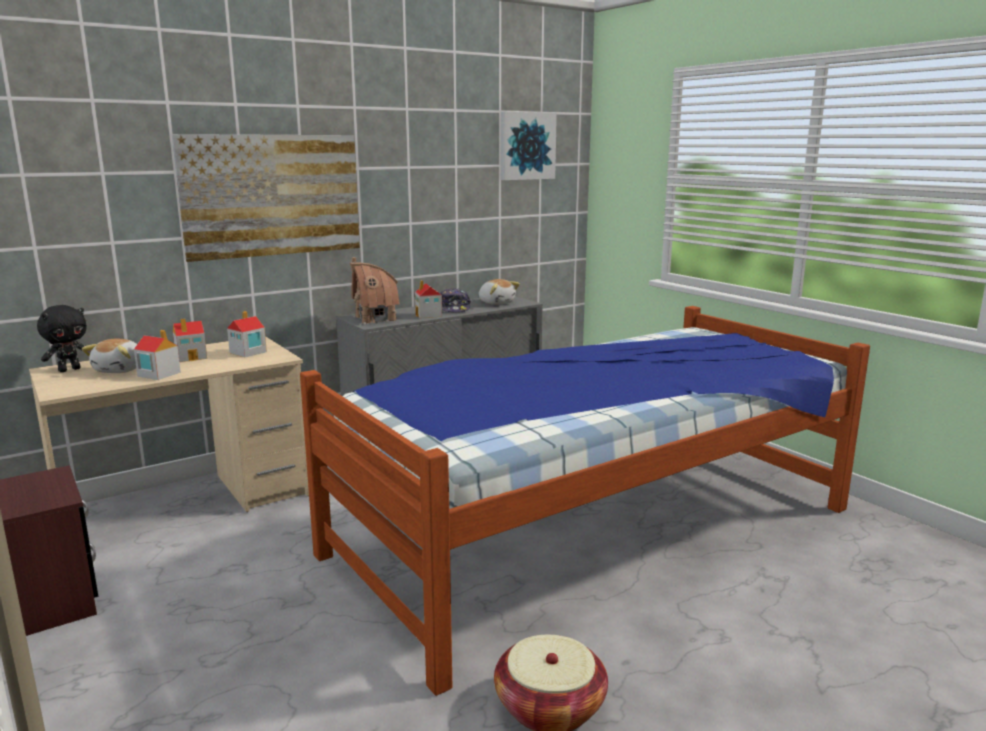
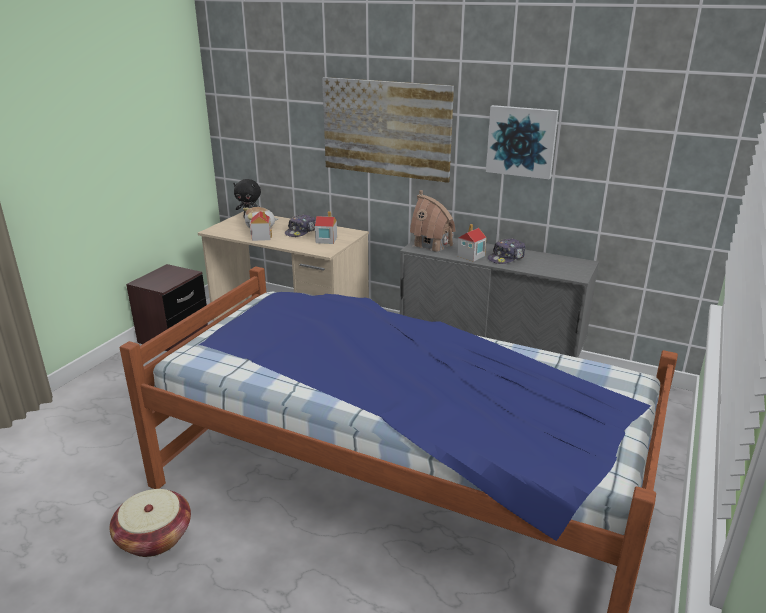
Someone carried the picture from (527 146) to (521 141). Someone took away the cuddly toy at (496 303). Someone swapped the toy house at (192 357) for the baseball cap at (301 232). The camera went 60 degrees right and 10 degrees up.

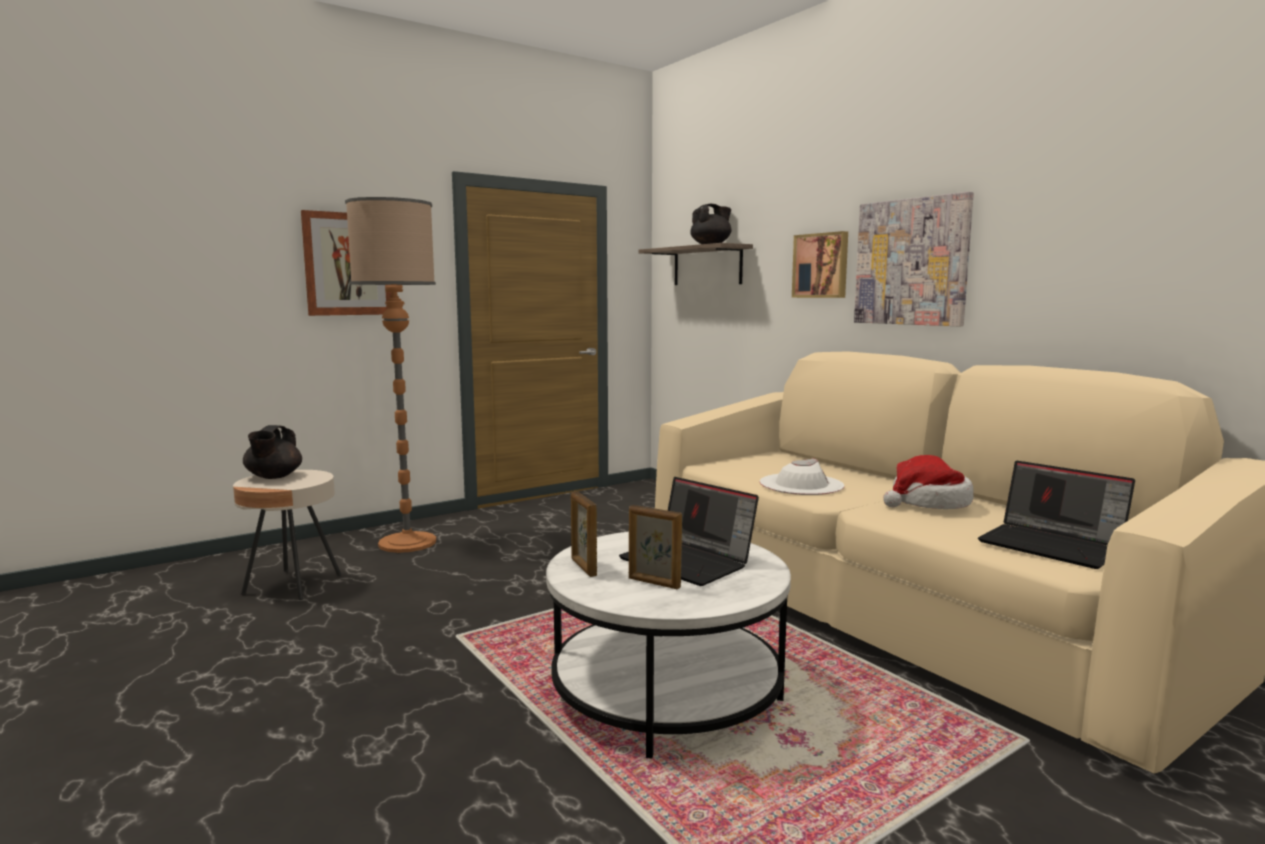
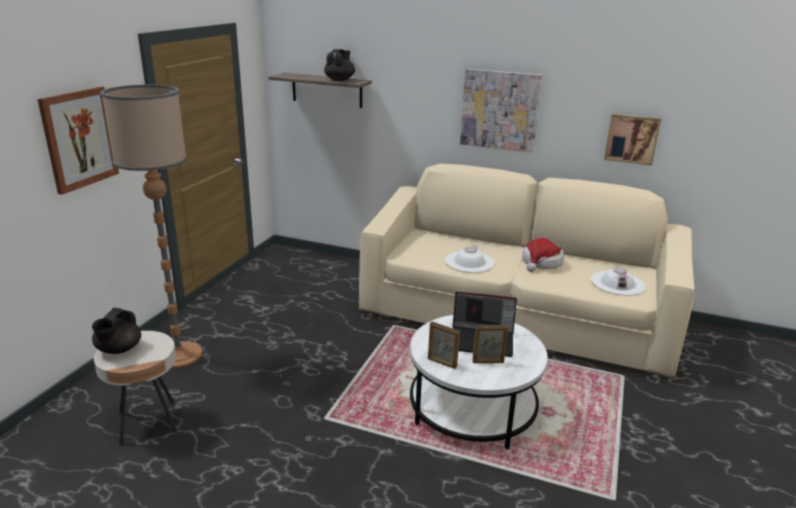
Someone carried the picture from (821 265) to (632 138). Someone rotated the black pot for tea at (273 477) by 45 degrees clockwise. Someone swapped the portable computer at (1053 545) for the whitish clothing hat at (617 283). The camera went 35 degrees left and 15 degrees up.

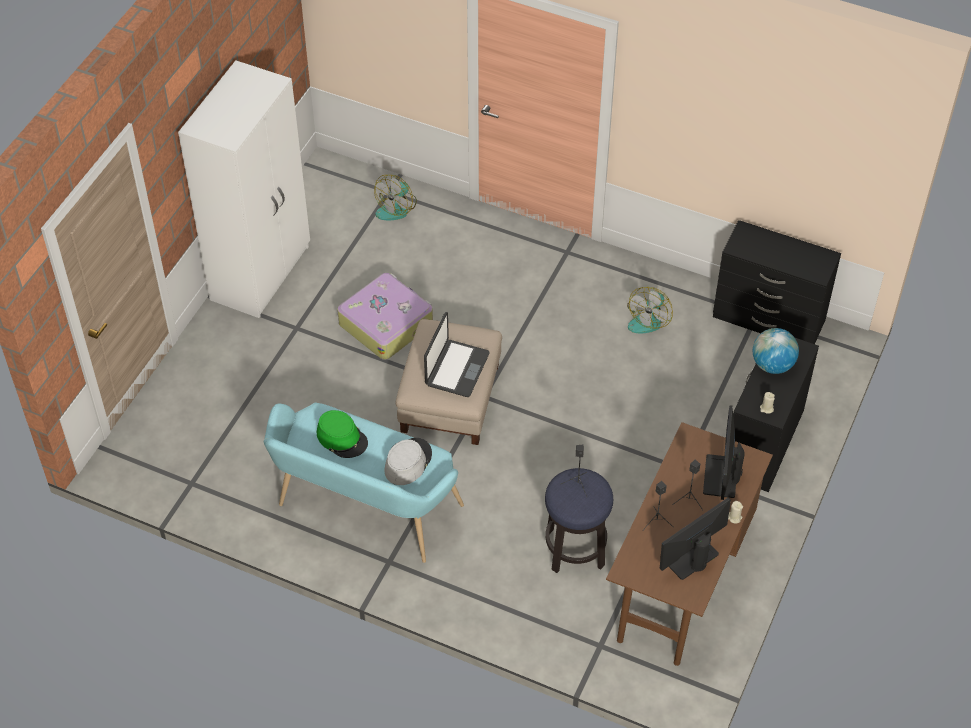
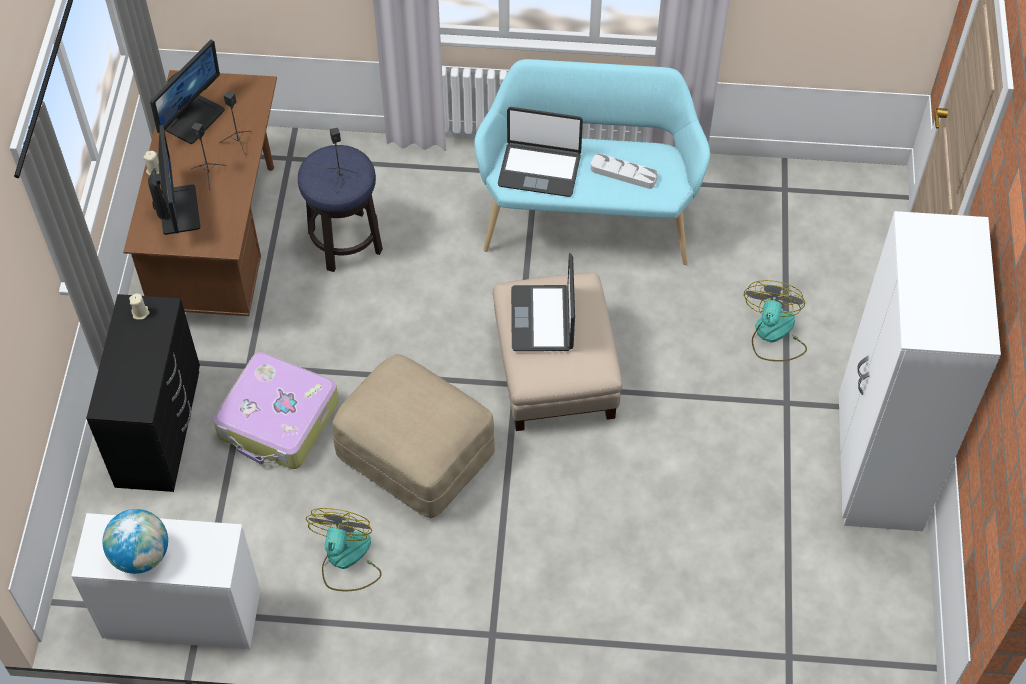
Someone carried the cooling fan from (397 207) to (773 335). Someone repainted the black dresser at (769 319), which became the whitish dresser at (181 612). Someone carried the suitcase from (386 323) to (279 421). Someone carried the desk globe from (772 365) to (141 555). Someone swapped the greenish clothing hat at (342 438) for the grey serving tray at (623 173). Someone swapped the grey clothing hat at (407 462) for the portable computer at (539 169). Someone put down the sand-coloured ottoman at (414 454). The camera went 160 degrees right and 5 degrees up.

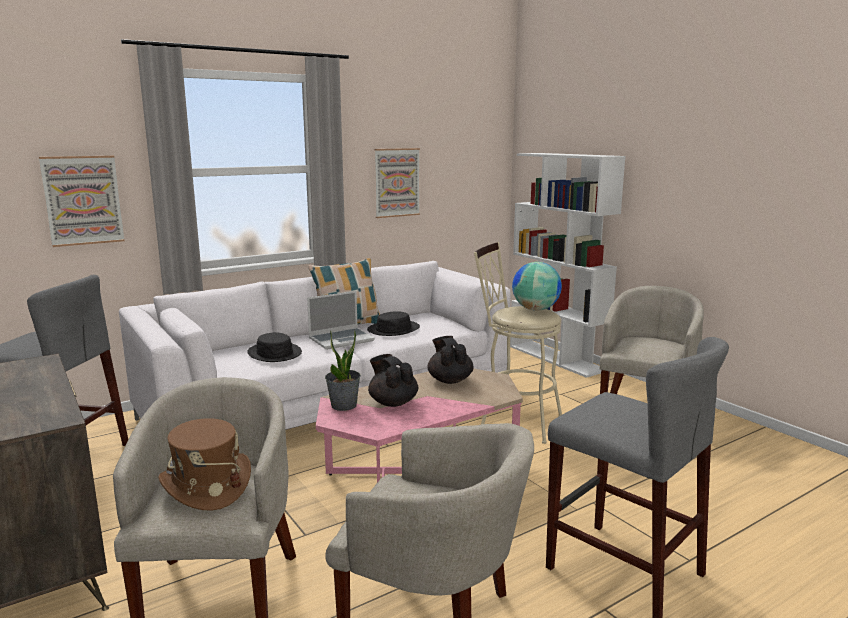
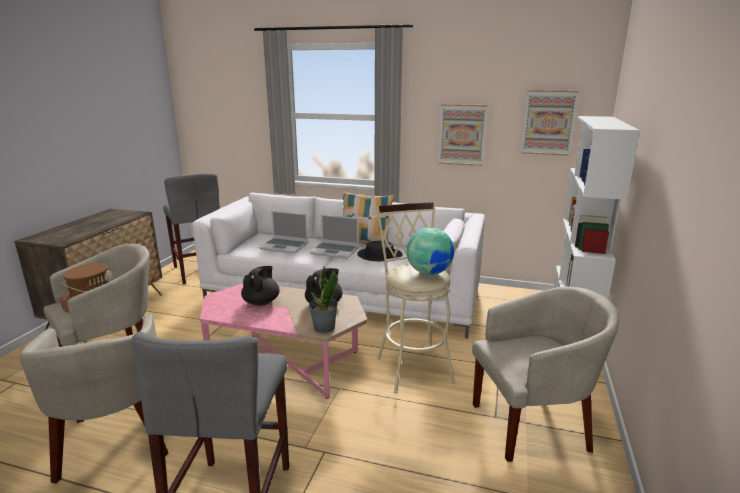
Someone carried the picture from (83 200) to (548 122). Someone carried the houseplant from (344 405) to (324 327). Someone swapped the black clothing hat at (275 353) for the portable computer at (285 246). The camera went 50 degrees right and 5 degrees up.

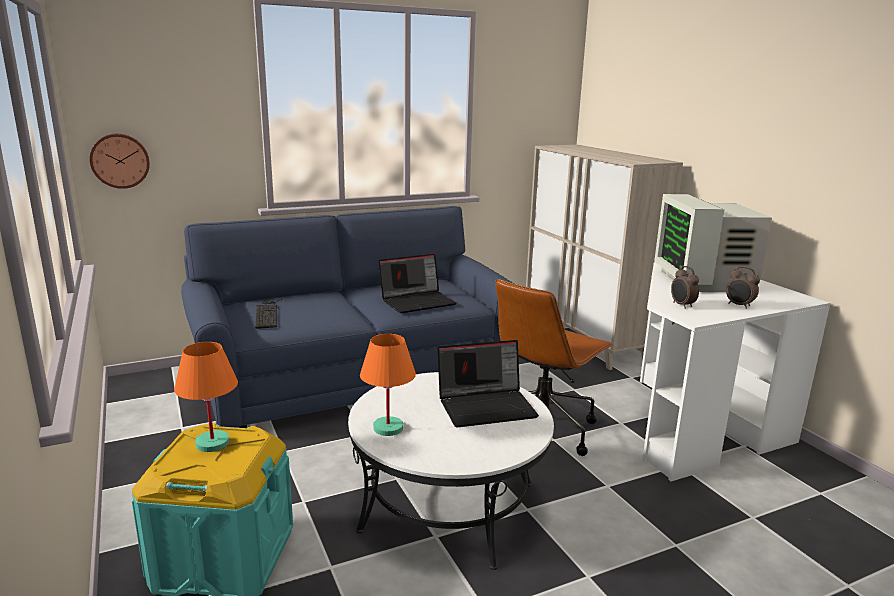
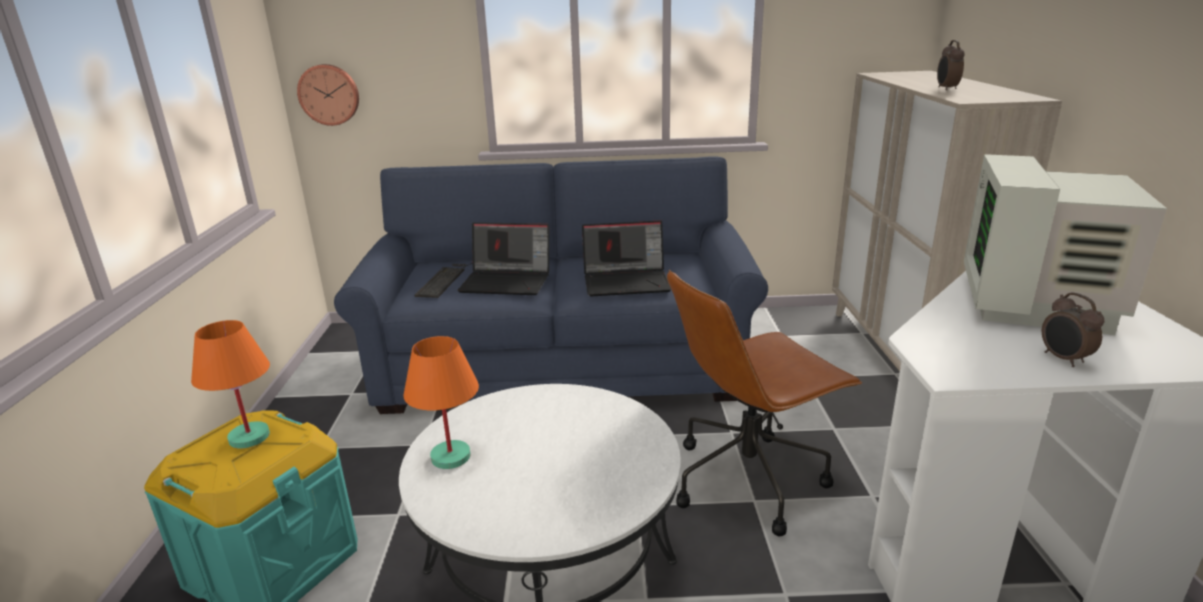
Someone carried the alarm clock from (682 305) to (946 89). Someone carried the portable computer from (487 406) to (507 282). The camera went 25 degrees right and 5 degrees up.

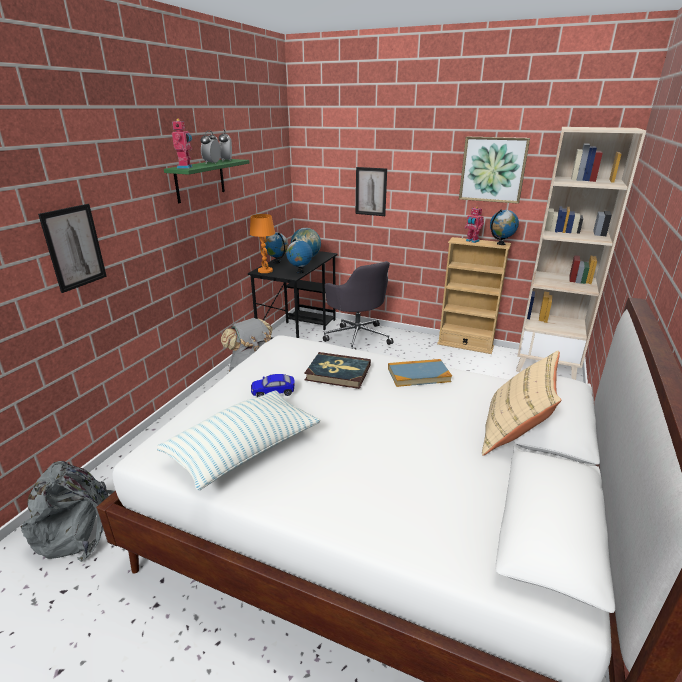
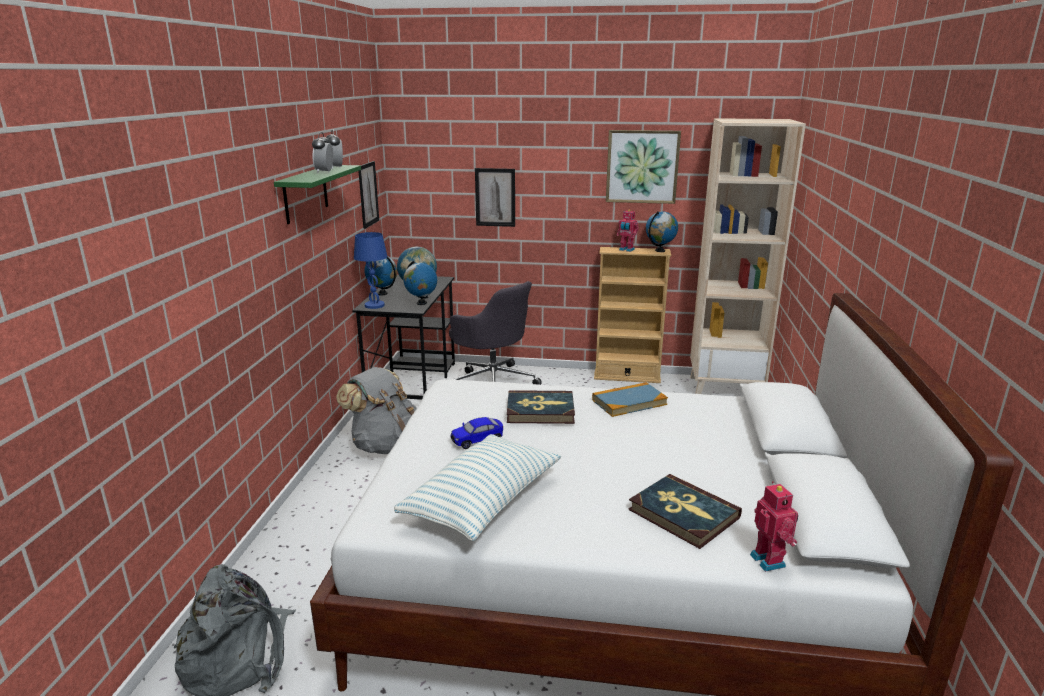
Someone carried the model robot from (186 167) to (769 560). Someone carried the picture from (74 247) to (368 194). Someone repainted the orangey table lamp at (265 271), which became the blue table lamp at (374 305). Someone took away the sand-coloured pillow at (514 433). Someone put down the volume at (683 514). The camera went 15 degrees left and 5 degrees down.

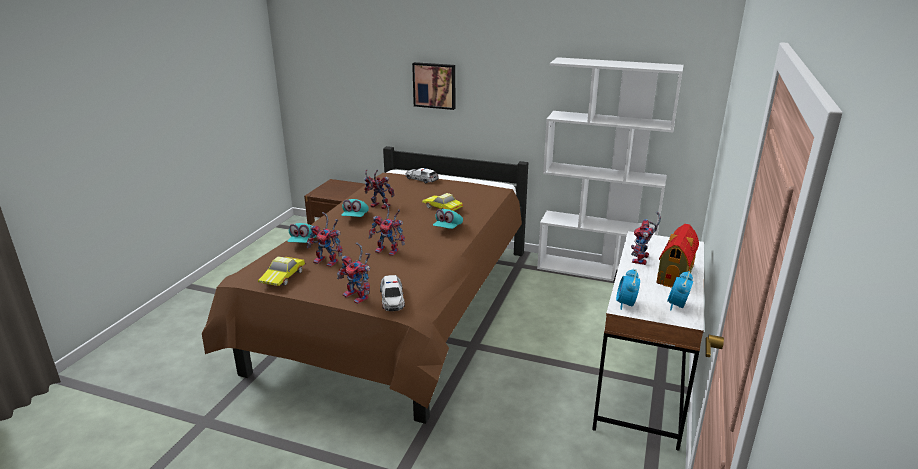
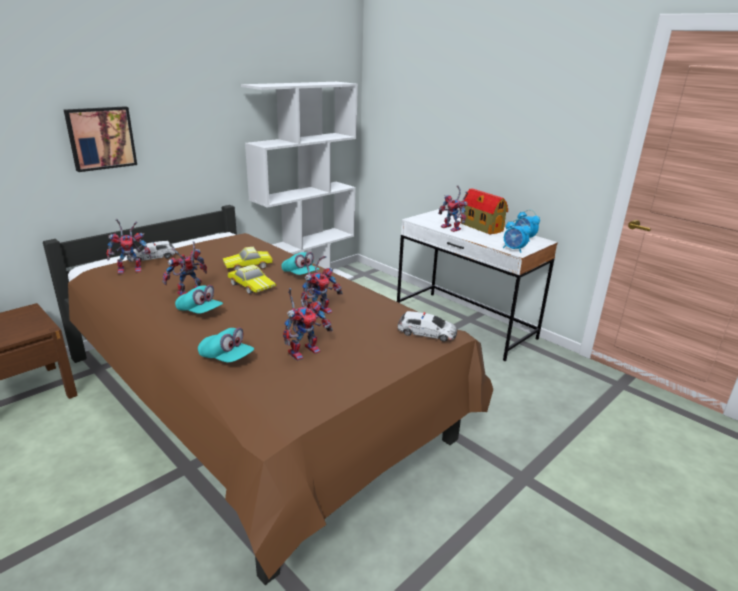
Someone carried the model robot from (359 297) to (132 269). Someone carried the toy car from (283 276) to (252 285). The camera went 65 degrees left and 0 degrees up.

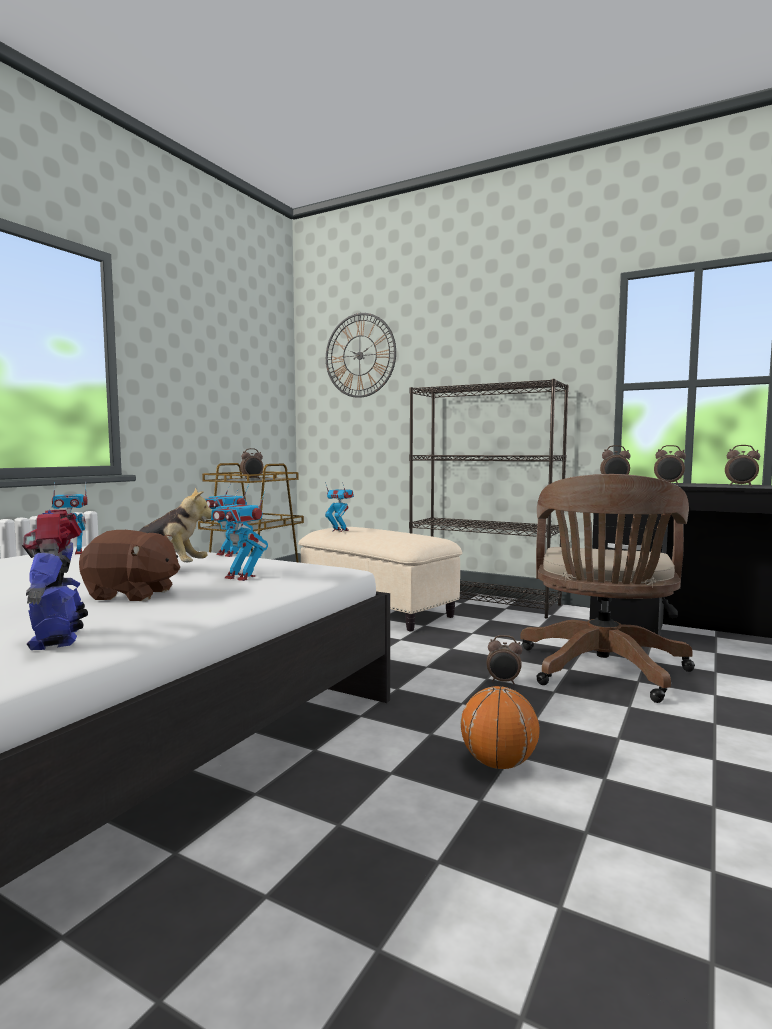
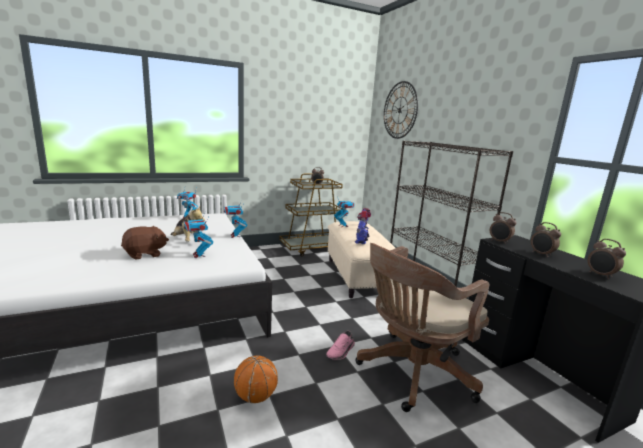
Someone carried the model robot from (59 638) to (361 241). Someone rotated the brownish cuddly toy at (132 595) by 75 degrees counterclockwise. Someone swapped the alarm clock at (503 682) for the pink-coloured item of footwear at (341 352). The camera went 35 degrees right and 10 degrees up.

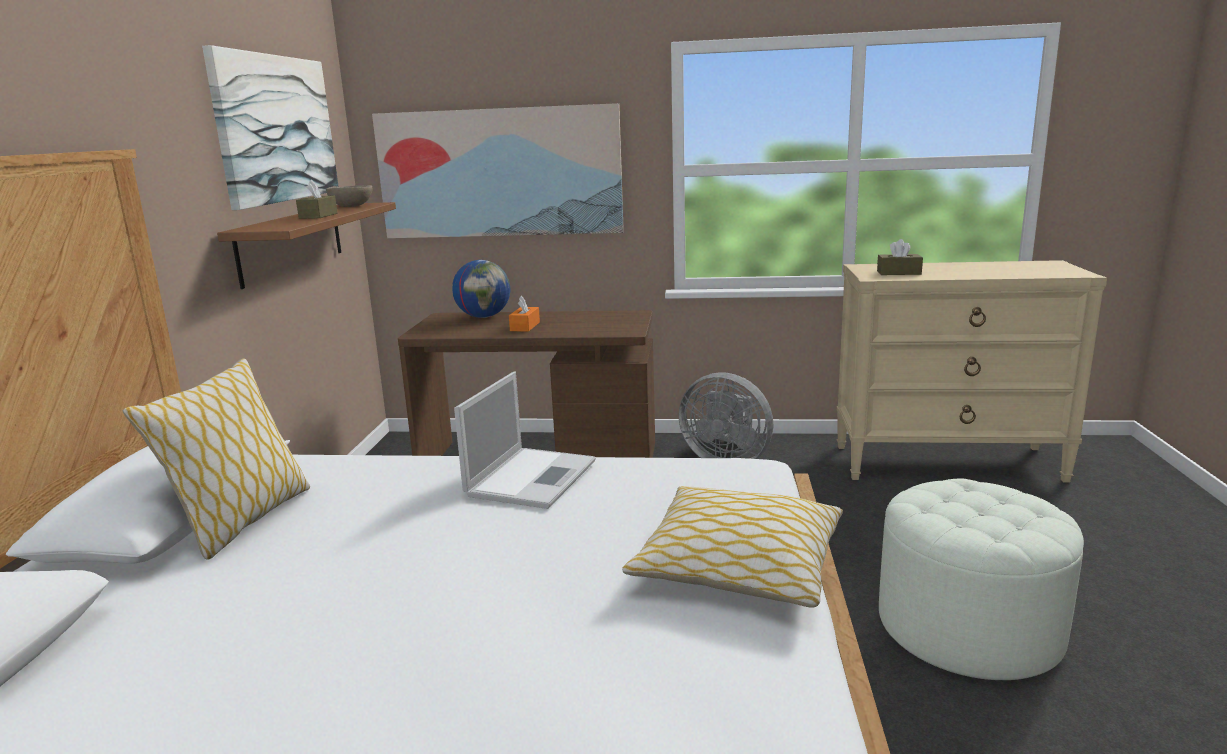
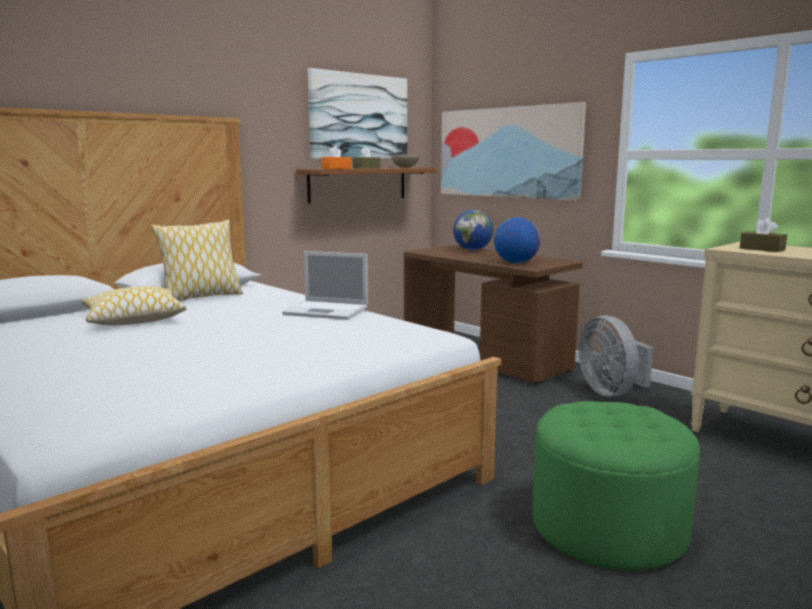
Someone carried the orangey box of tissues from (525 326) to (336 168). Someone rotated the portable computer at (532 477) by 45 degrees clockwise. Someone repainted the whitish ottoman at (968 627), which became the greenish ottoman at (608 528). Someone carried the pillow from (738 566) to (134 319). Someone put down the desk globe at (515 263). The camera went 40 degrees right and 5 degrees down.

